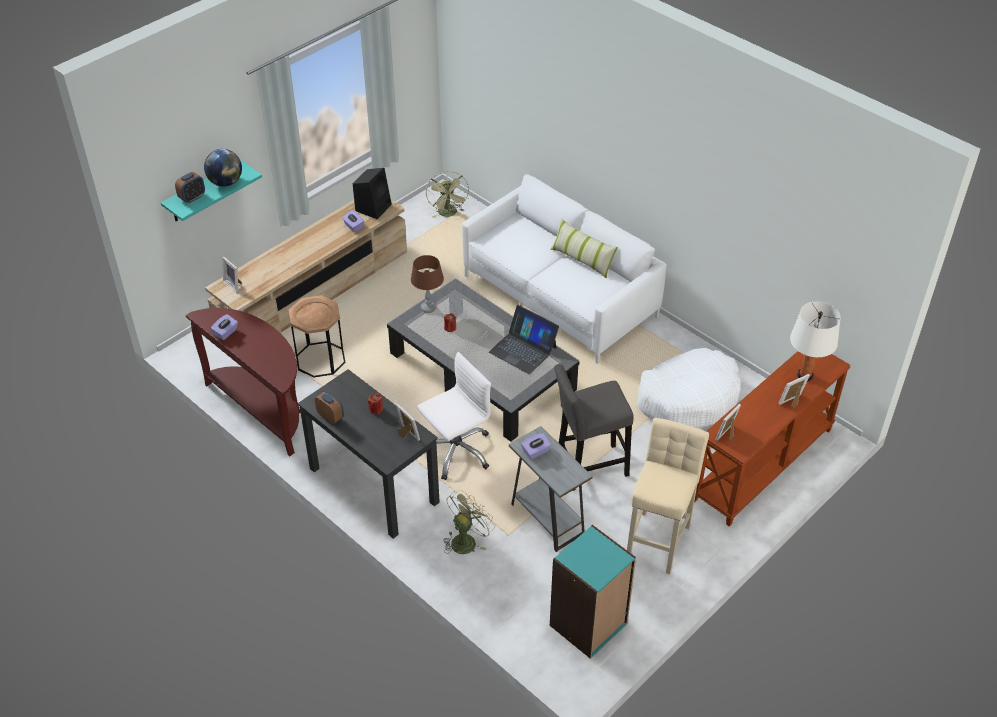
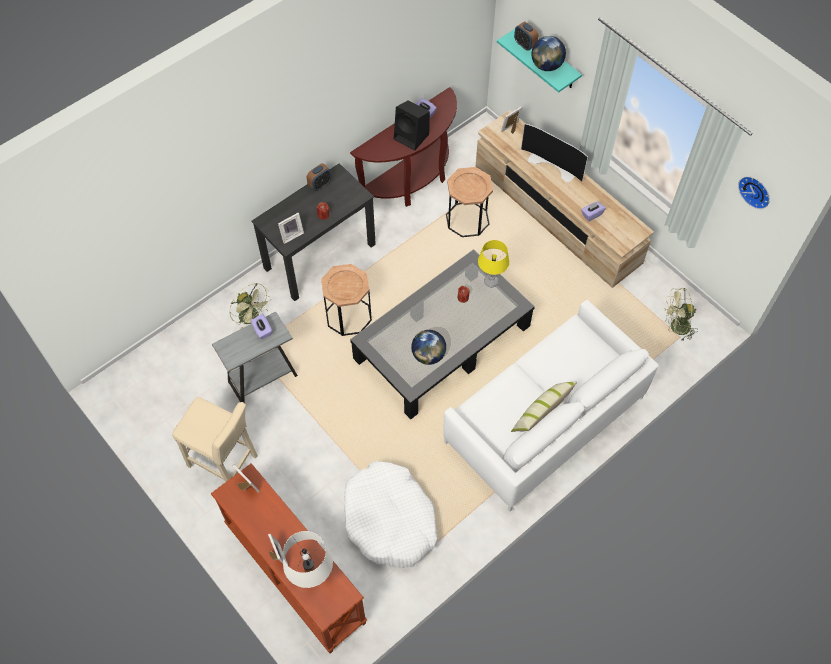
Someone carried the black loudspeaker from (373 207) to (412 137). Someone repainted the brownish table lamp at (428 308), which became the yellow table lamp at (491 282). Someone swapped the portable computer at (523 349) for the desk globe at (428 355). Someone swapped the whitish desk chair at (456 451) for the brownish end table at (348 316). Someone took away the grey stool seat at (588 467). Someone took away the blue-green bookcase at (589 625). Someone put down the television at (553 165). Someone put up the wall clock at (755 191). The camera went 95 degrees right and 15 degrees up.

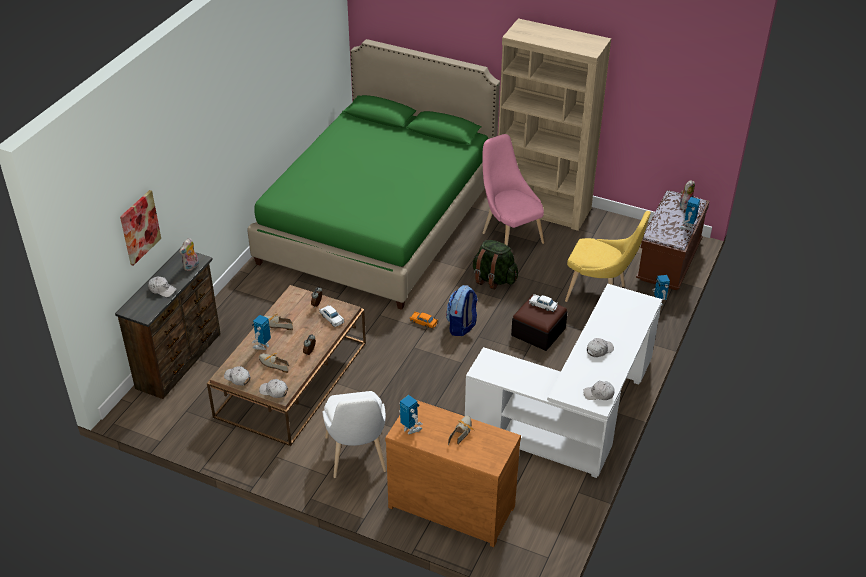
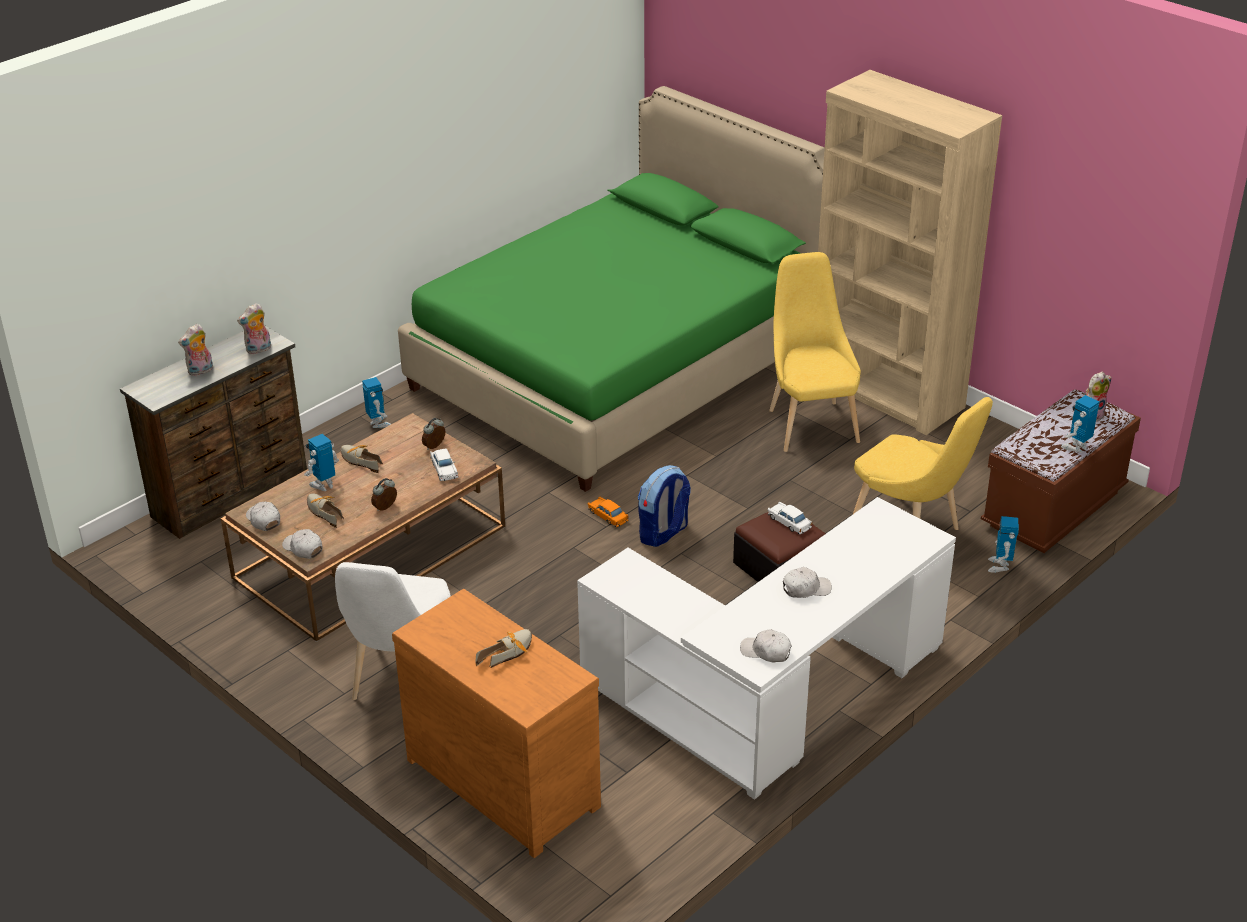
Someone repainted the pink-coloured chair at (509 236), which became the yellow chair at (810 422). Someone took away the picture at (139 227). Someone took away the greenish rucksack at (493 279). Someone swapped the whitish baseball cap at (162 290) for the cuddly toy at (200 371). Someone carried the model robot from (410 429) to (378 423). The camera went 20 degrees right and 5 degrees down.

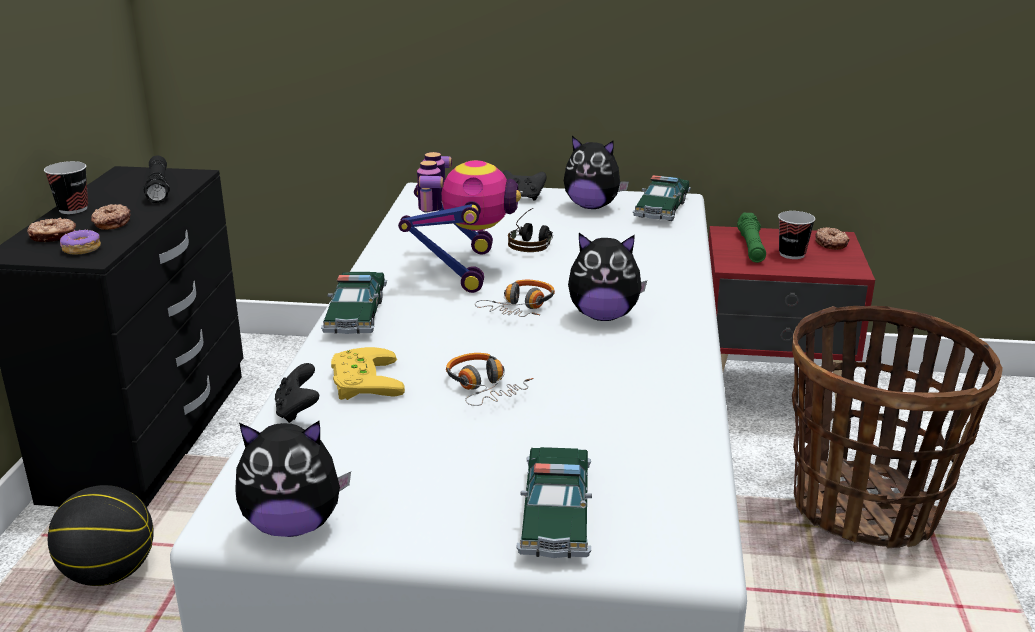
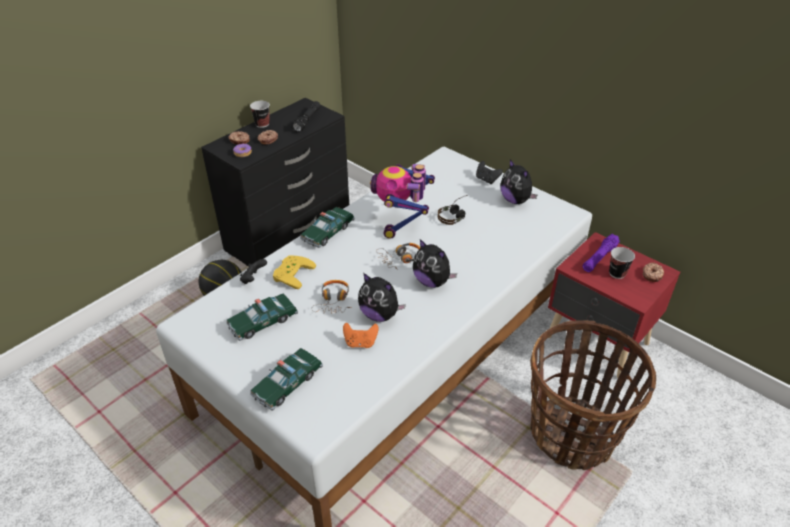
Someone rotated the model robot at (462 269) by 150 degrees clockwise. Someone carried the toy car from (662 209) to (263 322). Someone repainted the greenish torch at (751 247), which became the purple-coloured torch at (599 258). Someone carried the cuddly toy from (293 525) to (380 314). Someone put down the orangey gamepad at (360 343). The camera went 35 degrees right and 15 degrees up.

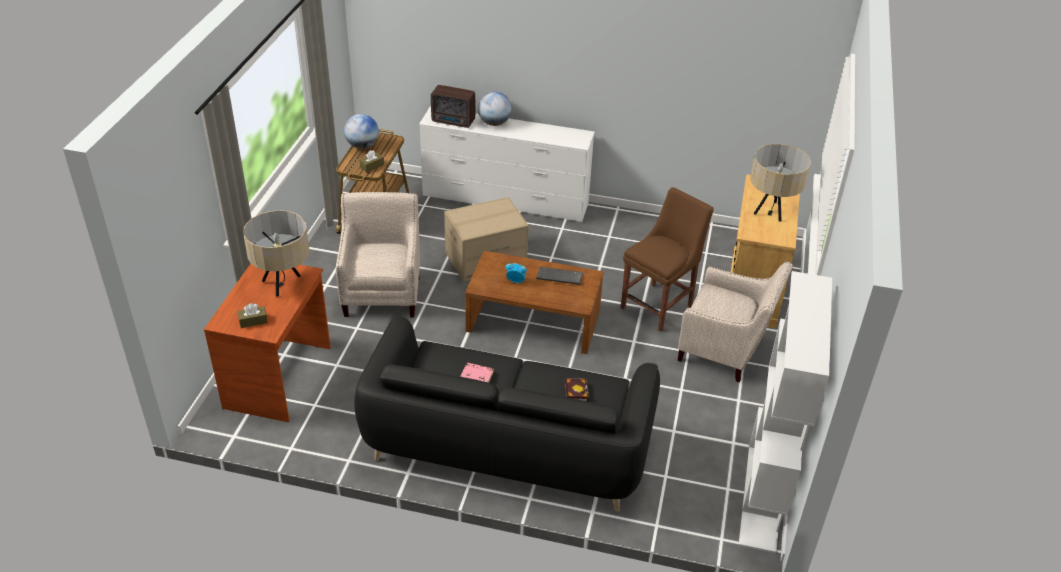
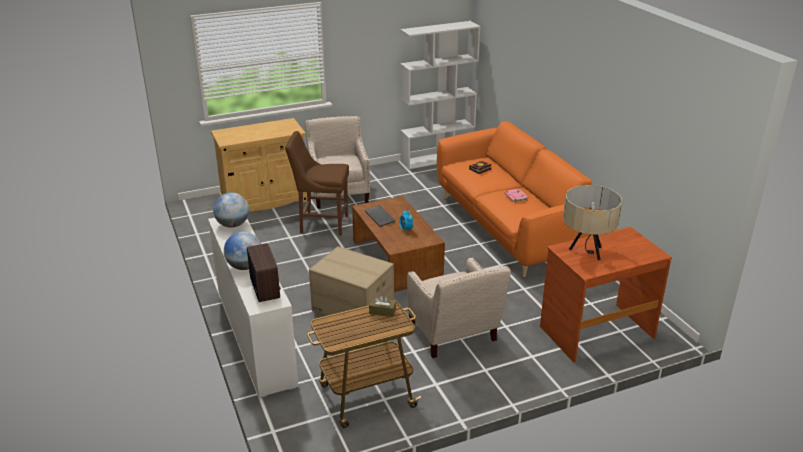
Someone carried the desk globe from (362 146) to (233 225). Someone took away the sand-coloured table lamp at (771 211). Someone rotated the sand-coloured lounge chair at (383 292) by 75 degrees counterclockwise. Someone took away the brownish box of tissues at (253 321). Someone repainted the black sofa at (507 446), which became the orangey sofa at (510 227). The camera went 125 degrees left and 10 degrees down.

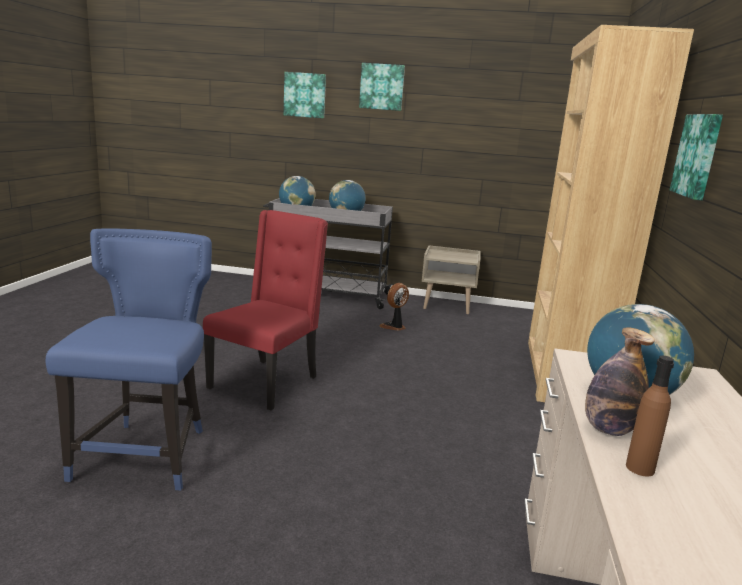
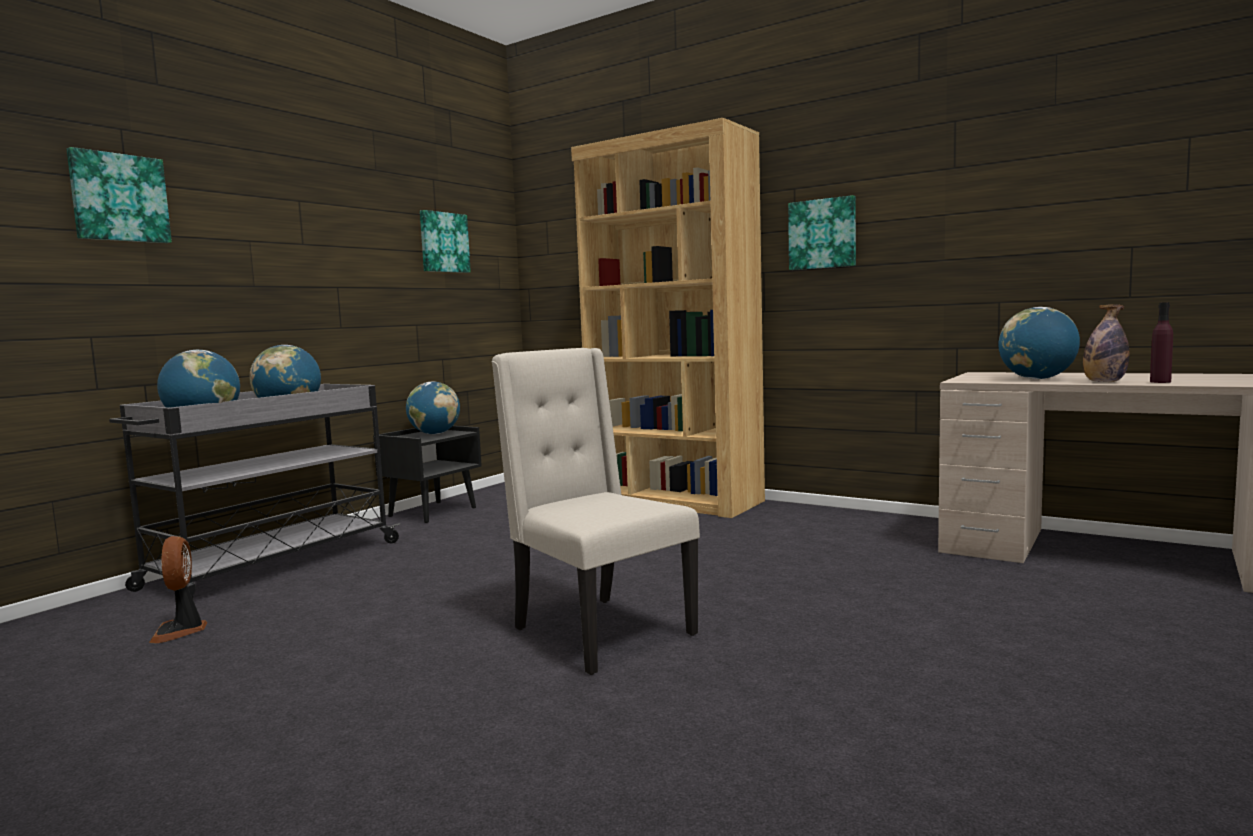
Someone carried the picture from (382 87) to (443 242). Someone repainted the red chair at (266 382), which became the sand-coloured chair at (598 632). Someone took away the blue chair at (146 454). Someone repainted the sand-coloured bedside table at (447 305), which became the black bedside table at (432 512). Someone carried the cooling fan from (394 327) to (180 631). Someone repainted the brownish beverage bottle at (640 468), which became the purple-coloured beverage bottle at (1160 382). Someone put down the desk globe at (434 434). The camera went 65 degrees left and 10 degrees down.

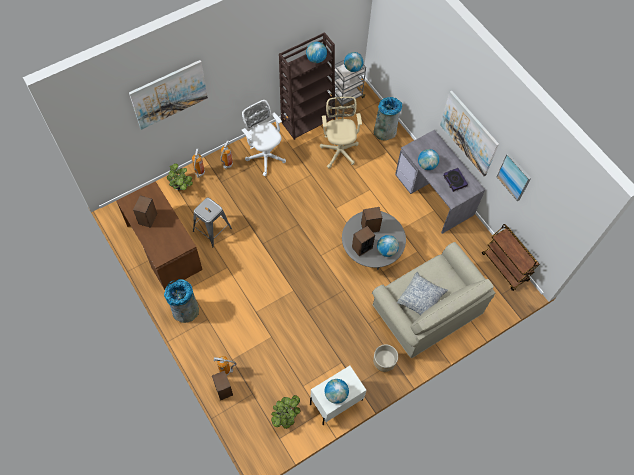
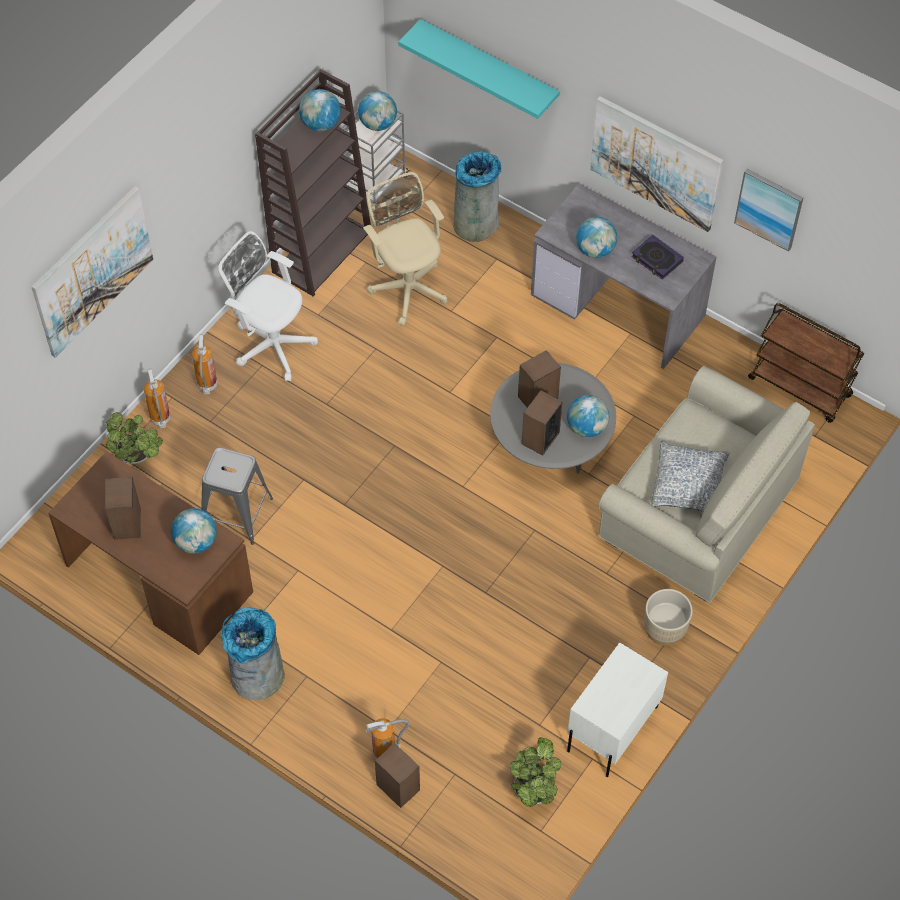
Someone carried the desk globe from (336 394) to (196 542). Someone put up the blue-green wall shelf at (489 65). The camera went 20 degrees left and 5 degrees down.

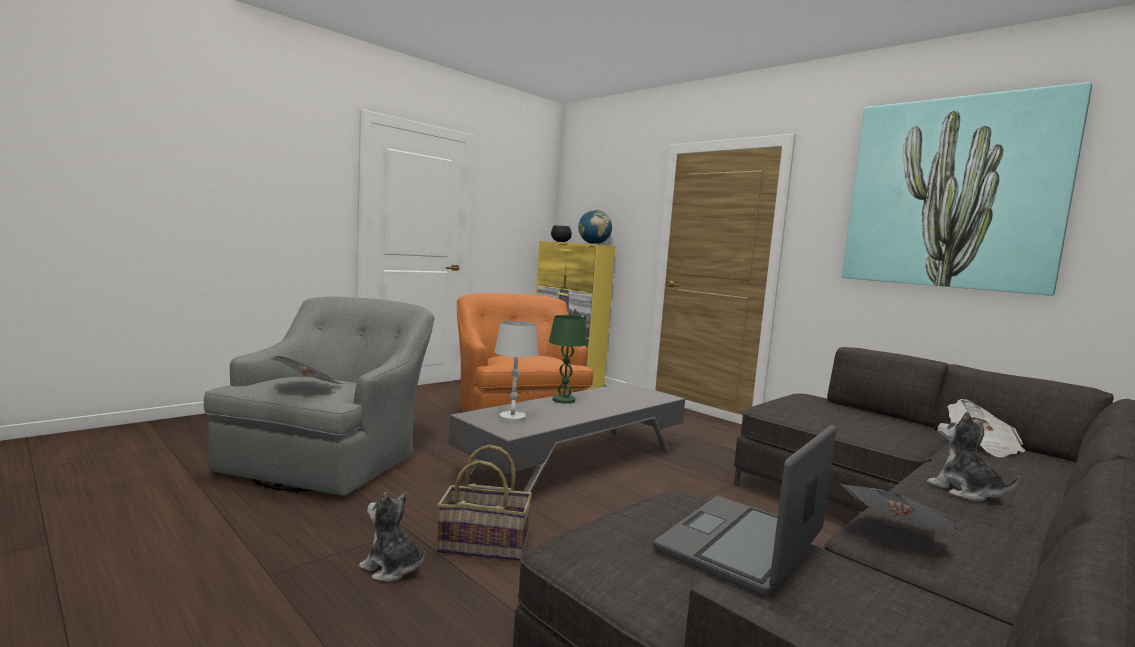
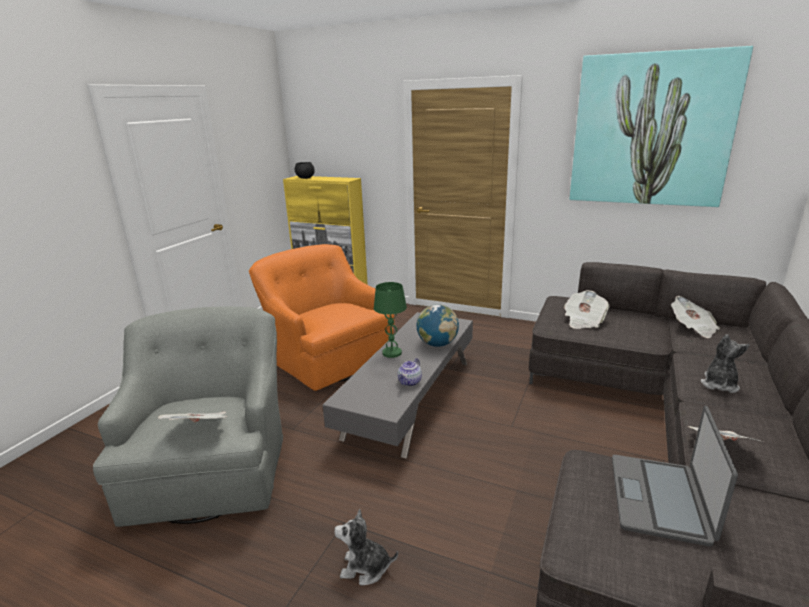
Someone carried the desk globe from (593 244) to (437 344). Someone took away the whitish table lamp at (512 418). Someone rotated the cuddly toy at (965 492) by 75 degrees clockwise. Someone took away the household basket at (484 545). Someone put down the daily paper at (583 321). Someone put down the pot for tea at (410 382). The camera went 20 degrees left and 15 degrees up.

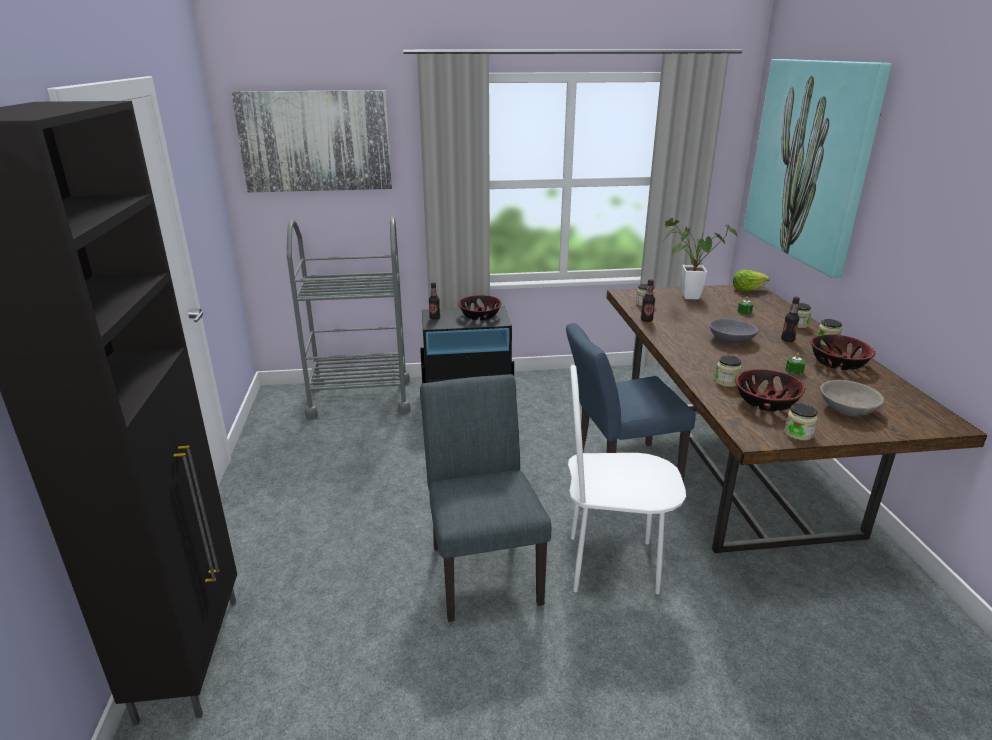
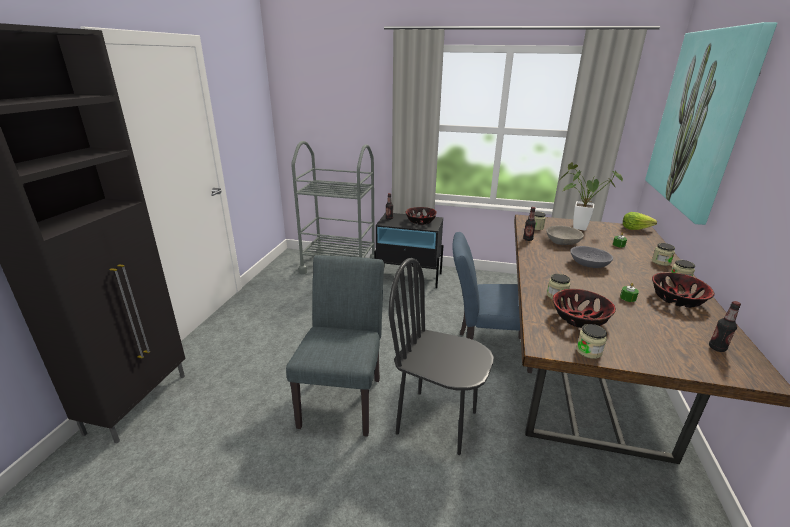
Someone took away the picture at (315 141). Someone carried the beverage bottle from (787 340) to (717 348). Someone repainted the whitish chair at (612 565), which became the black chair at (437 421). Someone carried the grey deep dish from (847 408) to (562 241). The camera went 20 degrees right and 0 degrees up.

